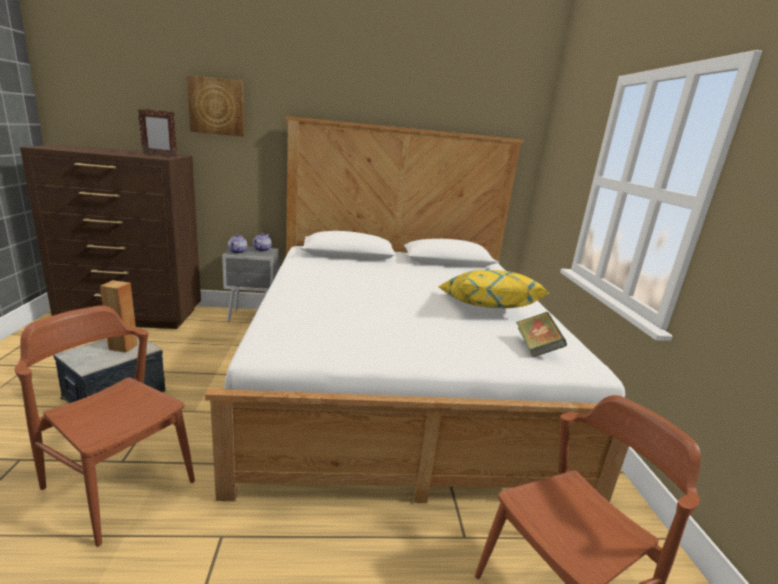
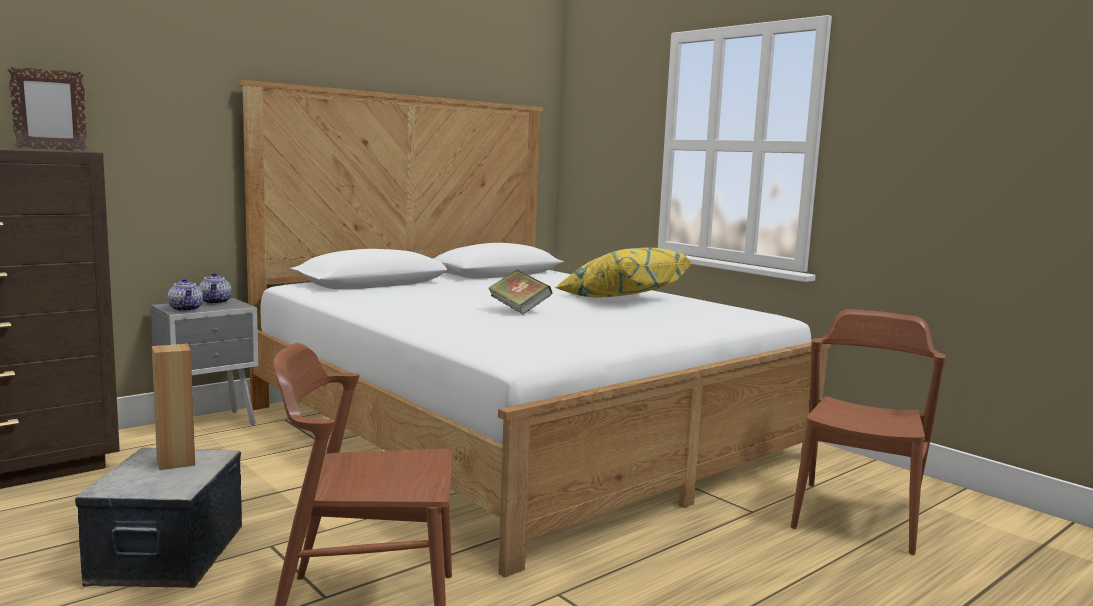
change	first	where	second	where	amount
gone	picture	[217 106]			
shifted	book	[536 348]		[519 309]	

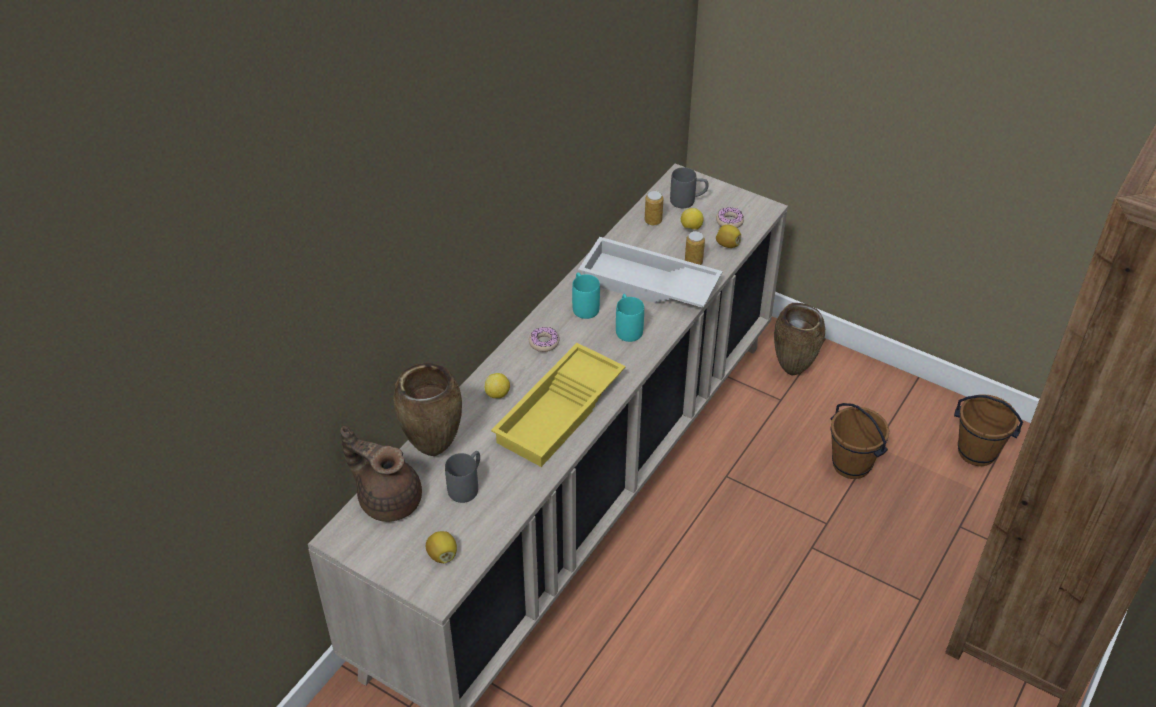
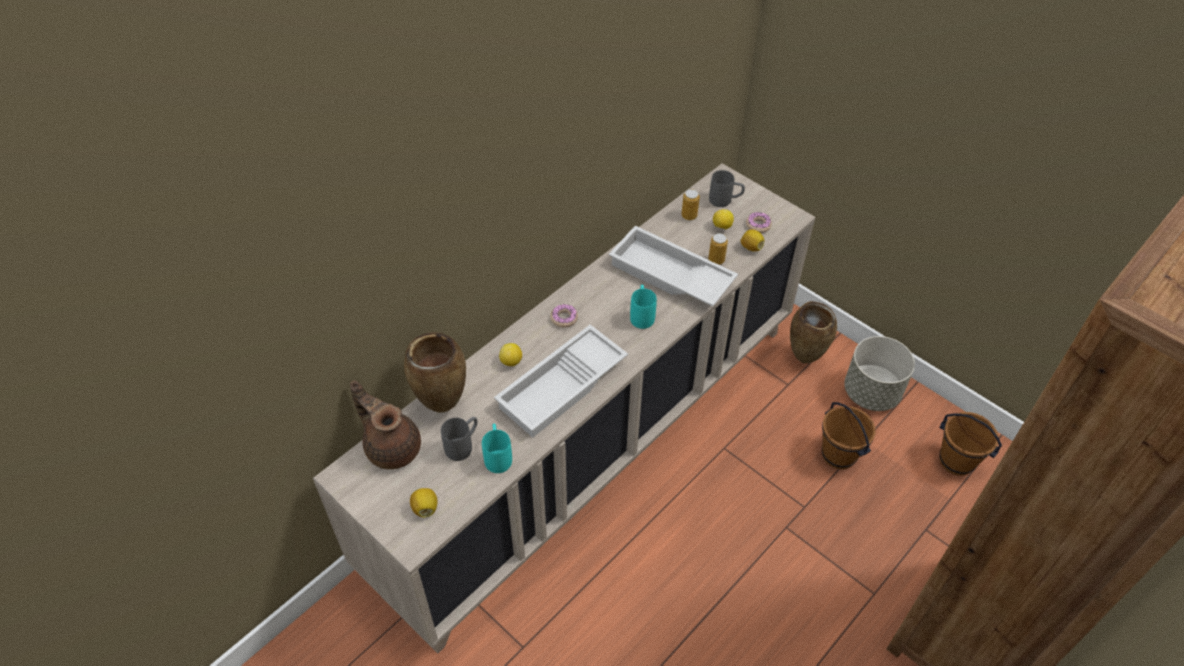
change	first	where	second	where	amount
new			greyish plant pot	[872 393]	
shifted	turquoise coffee mug	[583 305]		[497 456]	
repainted	yellow-coloured tray	[561 413]	whitish tray	[563 388]	

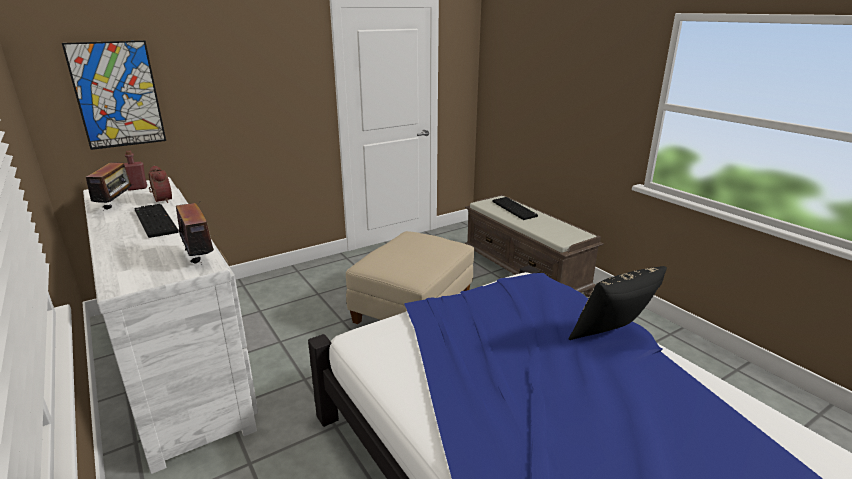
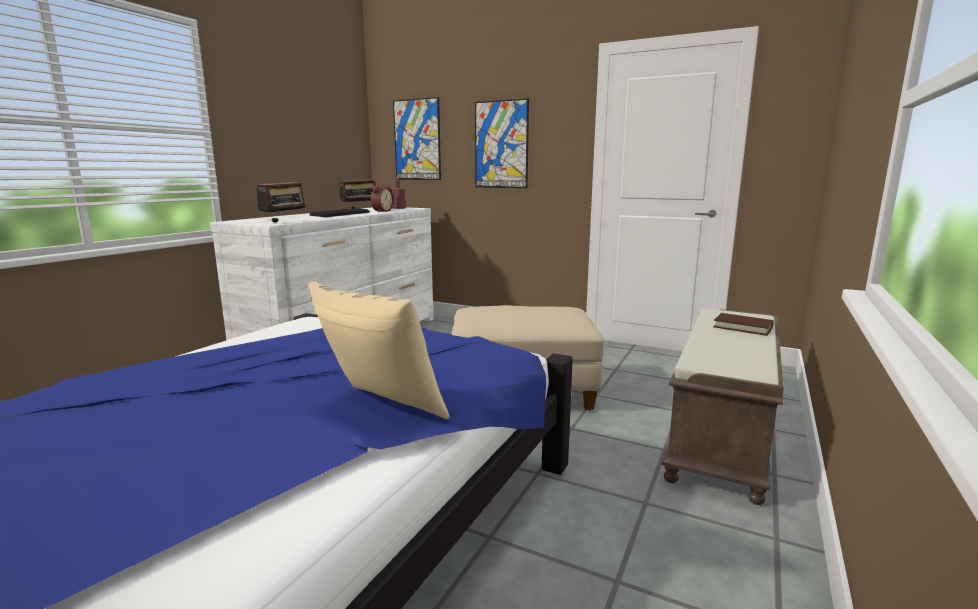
change	first	where	second	where	amount
new			picture	[501 145]	
swapped	PC keyboard	[515 209]	brown book	[743 327]	
repainted	black-coloured throw pillow	[611 338]	sand-coloured throw pillow	[380 411]	

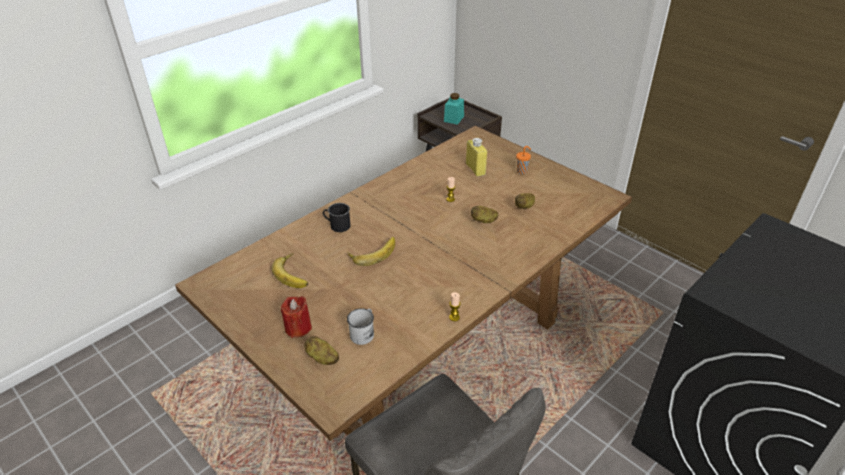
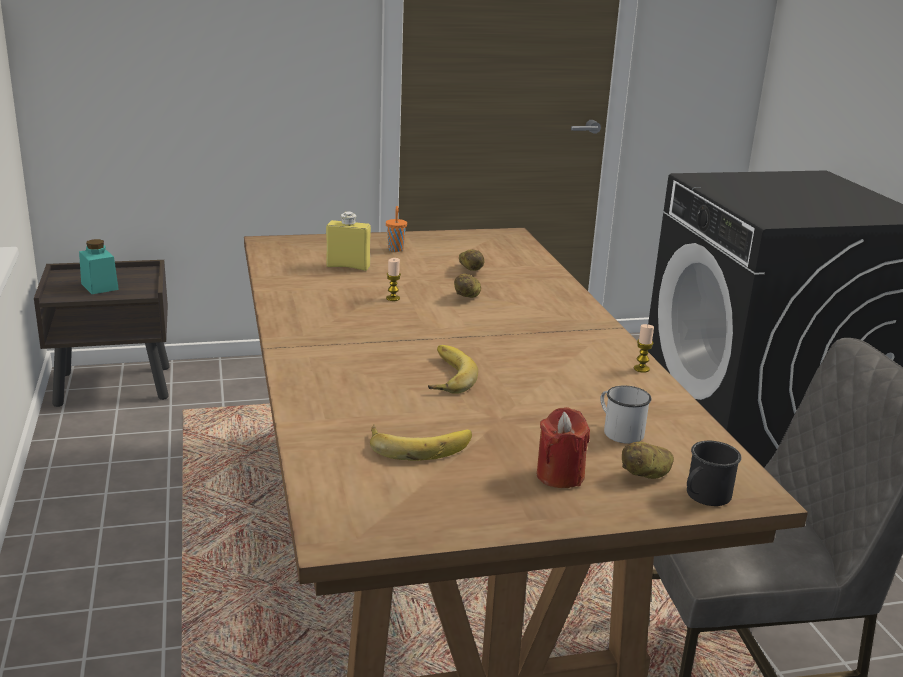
change	first	where	second	where	amount
shifted	black-coloured coffee mug	[337 225]		[704 497]	

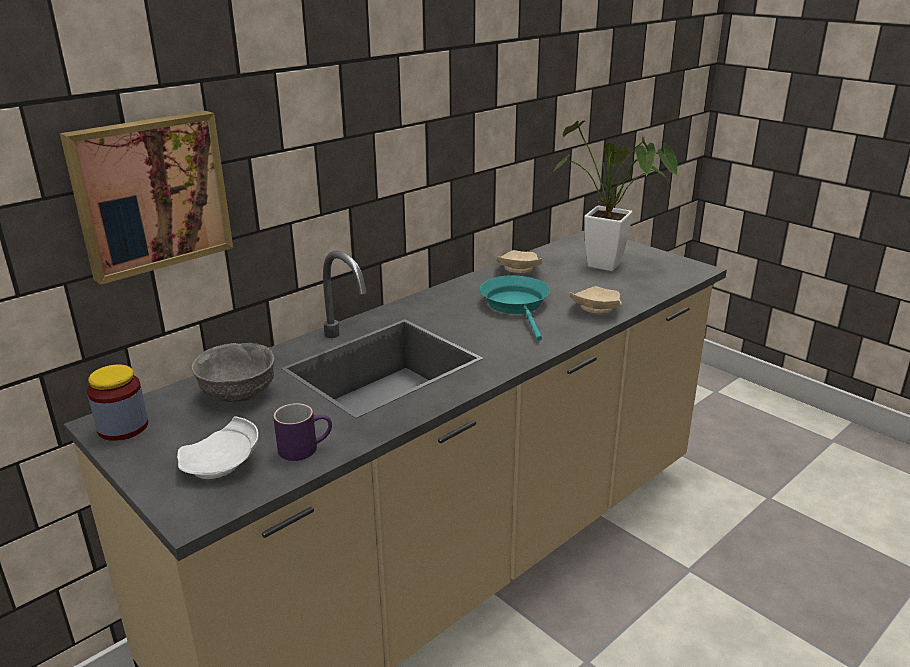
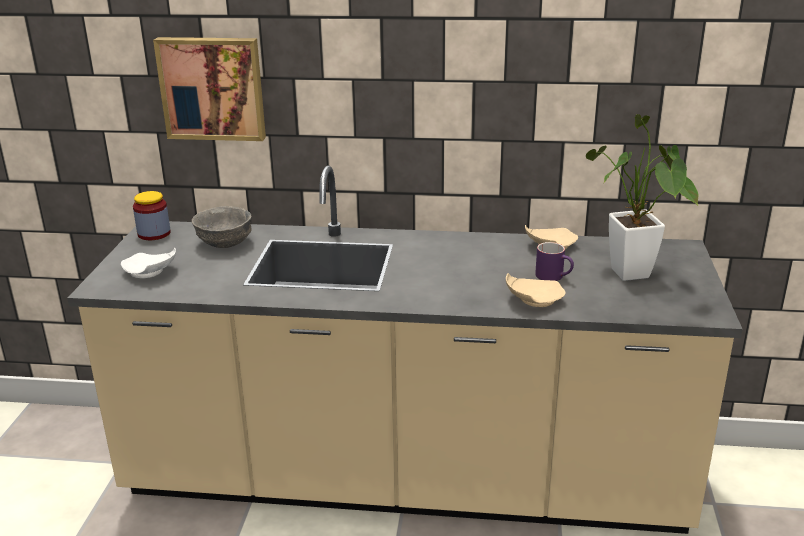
change	first	where	second	where	amount
gone	turquoise skillet	[517 306]			
shifted	purple-coloured coffee mug	[305 448]		[554 276]	

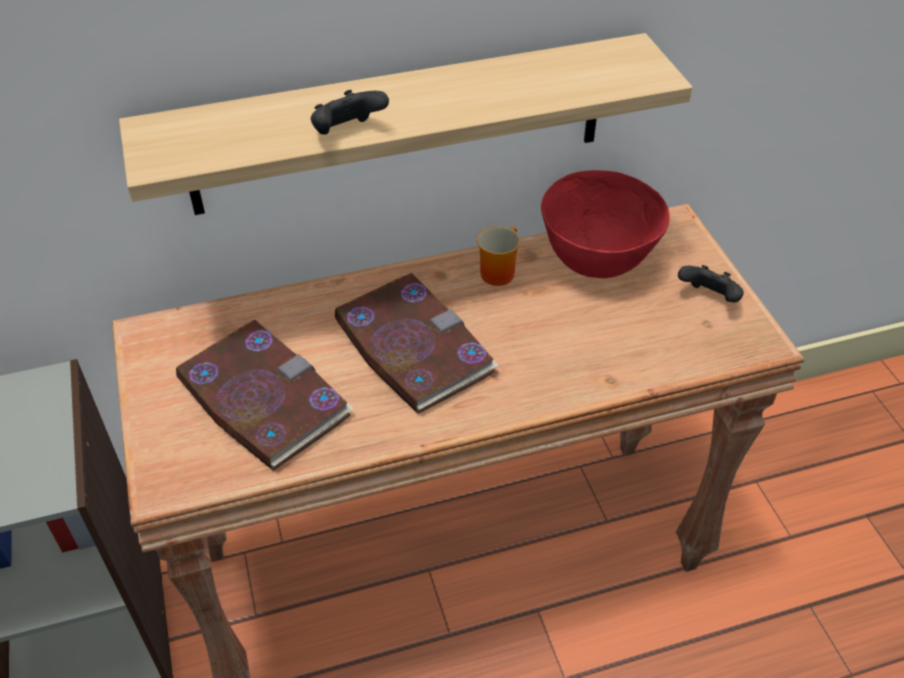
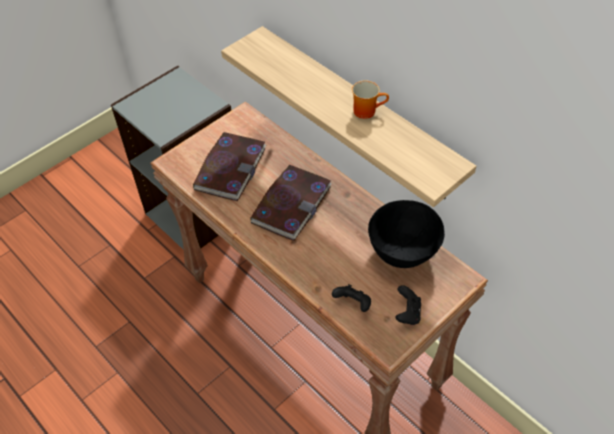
change	first	where	second	where	amount
shifted	black-coloured game controller	[347 133]		[353 304]	
shifted	coffee mug	[497 271]		[367 110]	
repainted	reddish deep dish	[596 262]	black-coloured deep dish	[402 253]	

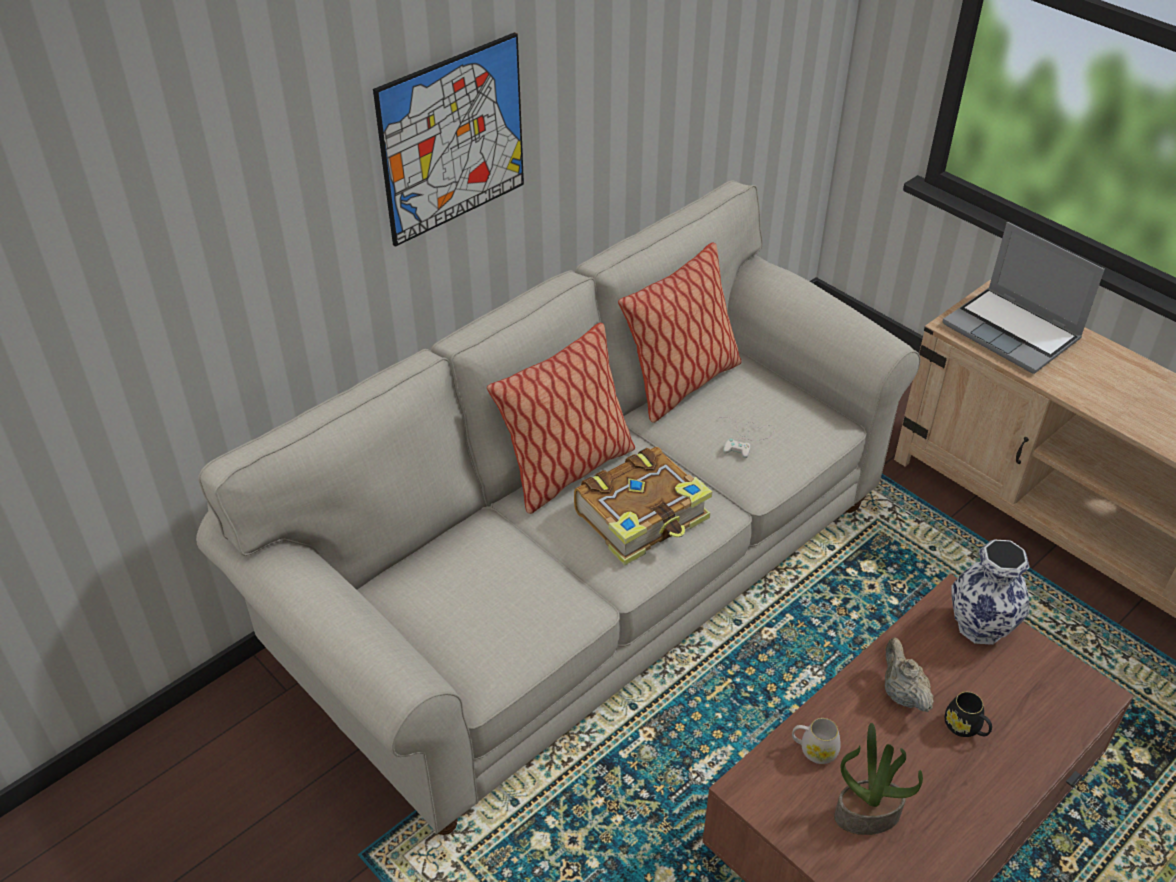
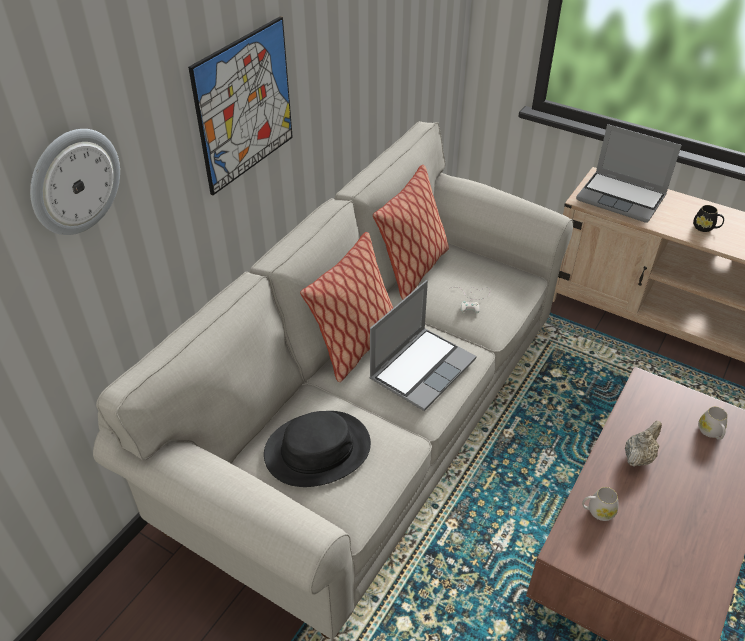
change	first	where	second	where	amount
gone	houseplant	[867 814]			
gone	vase	[982 626]			
new			wall clock	[74 181]	
new			black-coloured hat	[317 449]	
new			whitish coffee mug	[711 433]	
shifted	black-coloured coffee mug	[965 728]		[705 228]	
swapped	book	[643 517]	laptop	[422 368]	
rotated	sand-coloured teapot	[902 693]		[638 457]	75 degrees clockwise

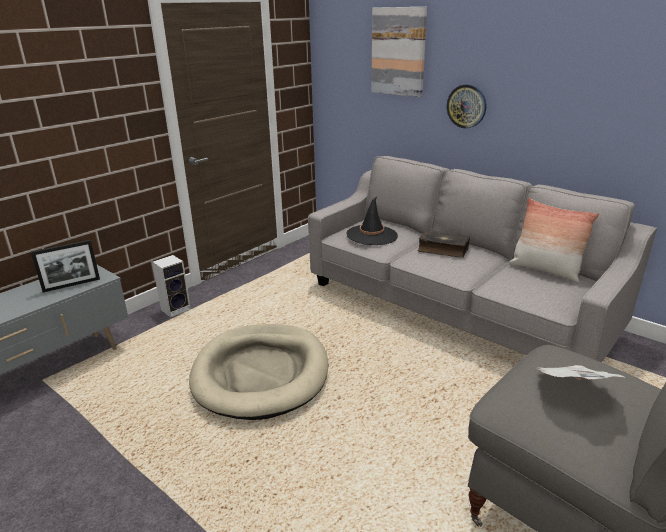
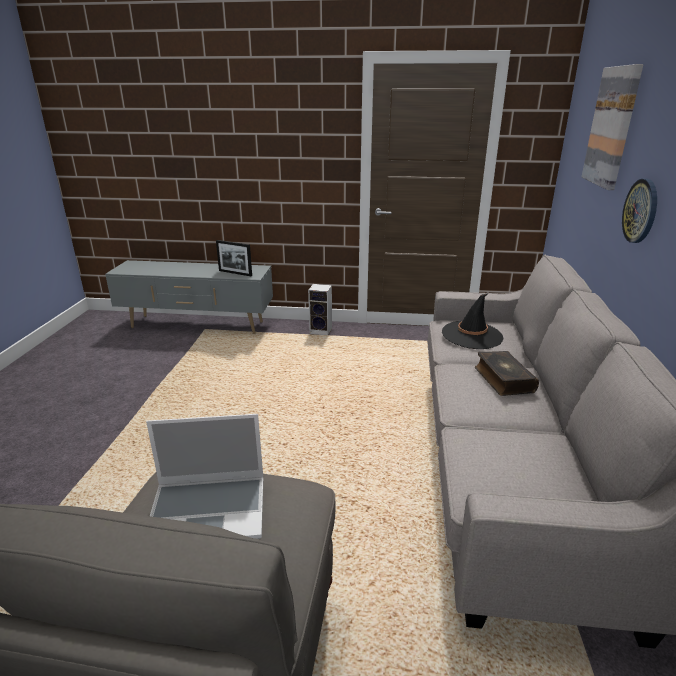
change	first	where	second	where	amount
gone	sand-coloured dog bed	[261 374]			
gone	throw pillow	[545 270]			
swapped	newspaper	[574 389]	laptop	[210 510]	

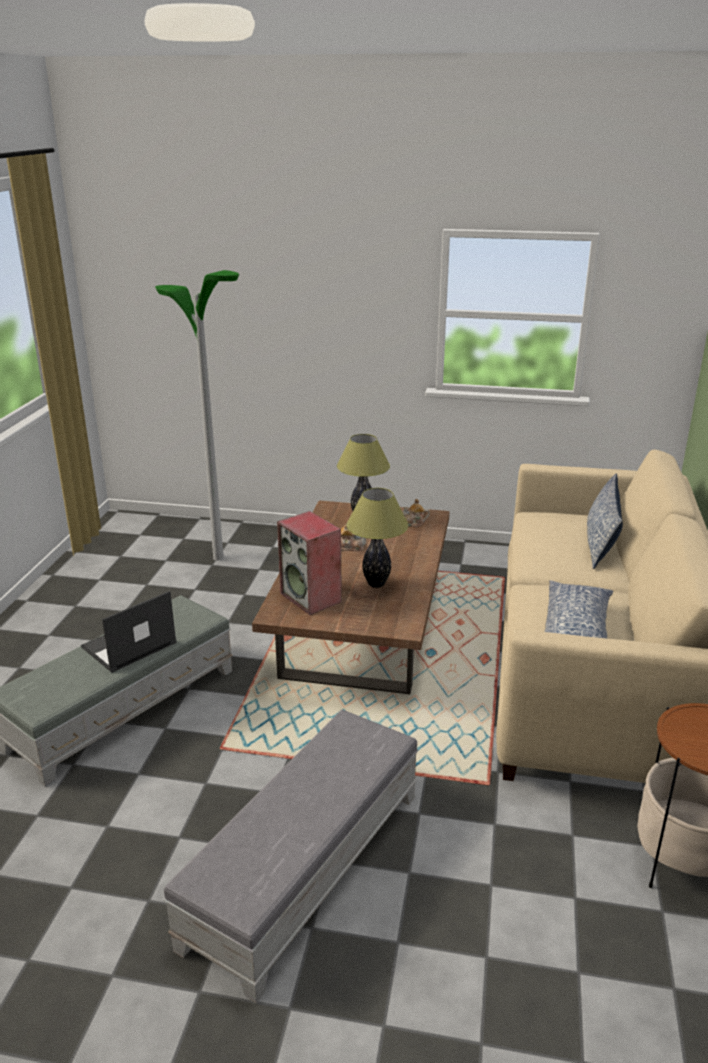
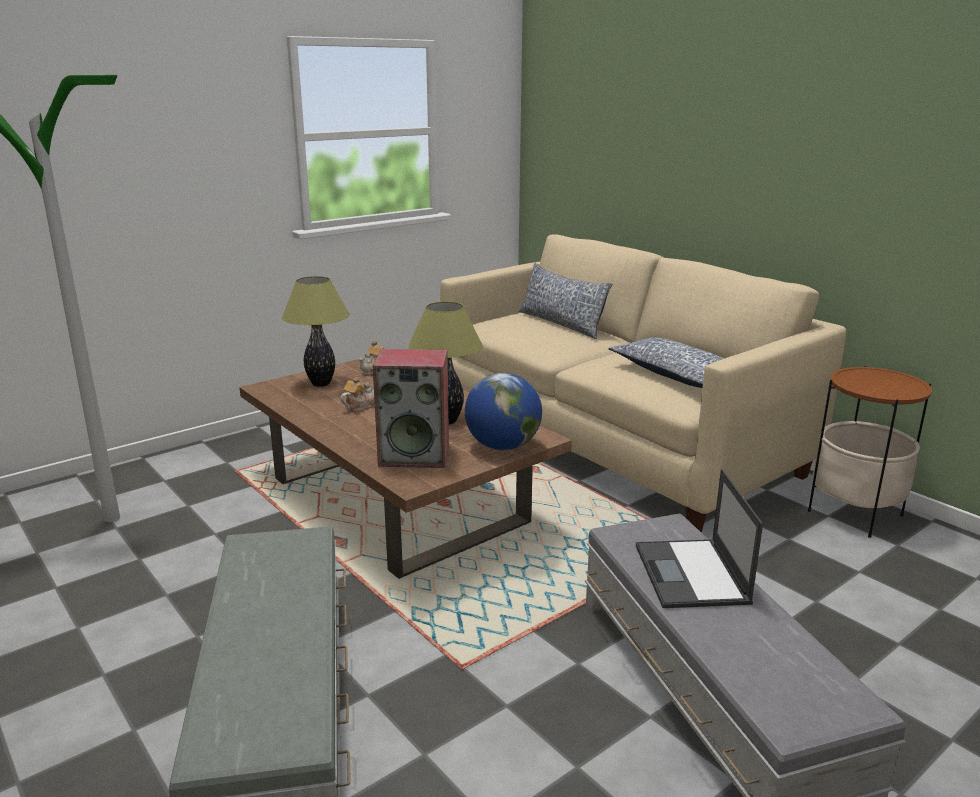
change	first	where	second	where	amount
new			world globe	[503 446]	
shifted	laptop	[128 646]		[692 575]	

